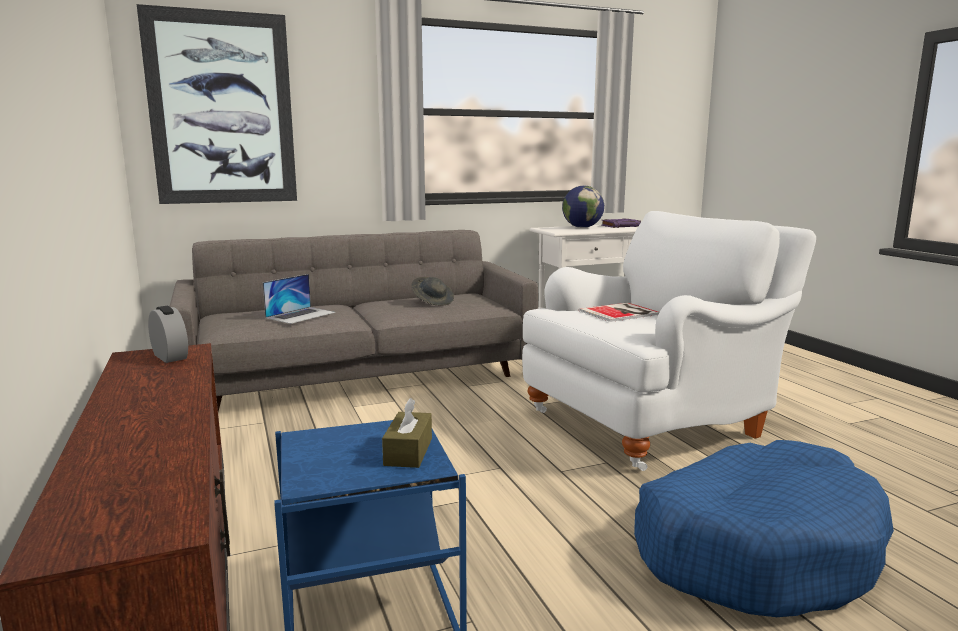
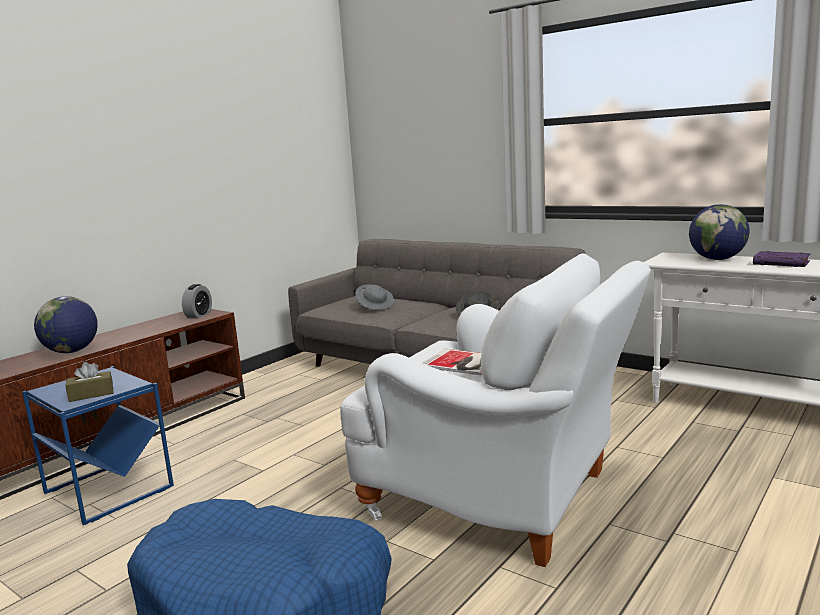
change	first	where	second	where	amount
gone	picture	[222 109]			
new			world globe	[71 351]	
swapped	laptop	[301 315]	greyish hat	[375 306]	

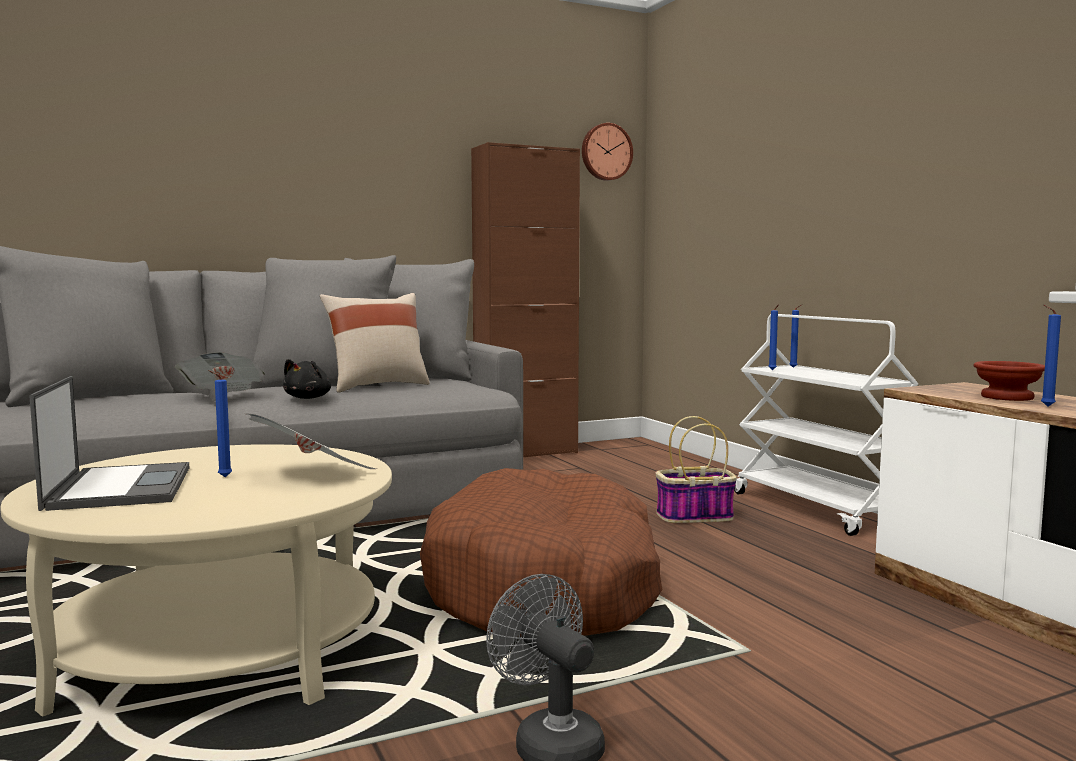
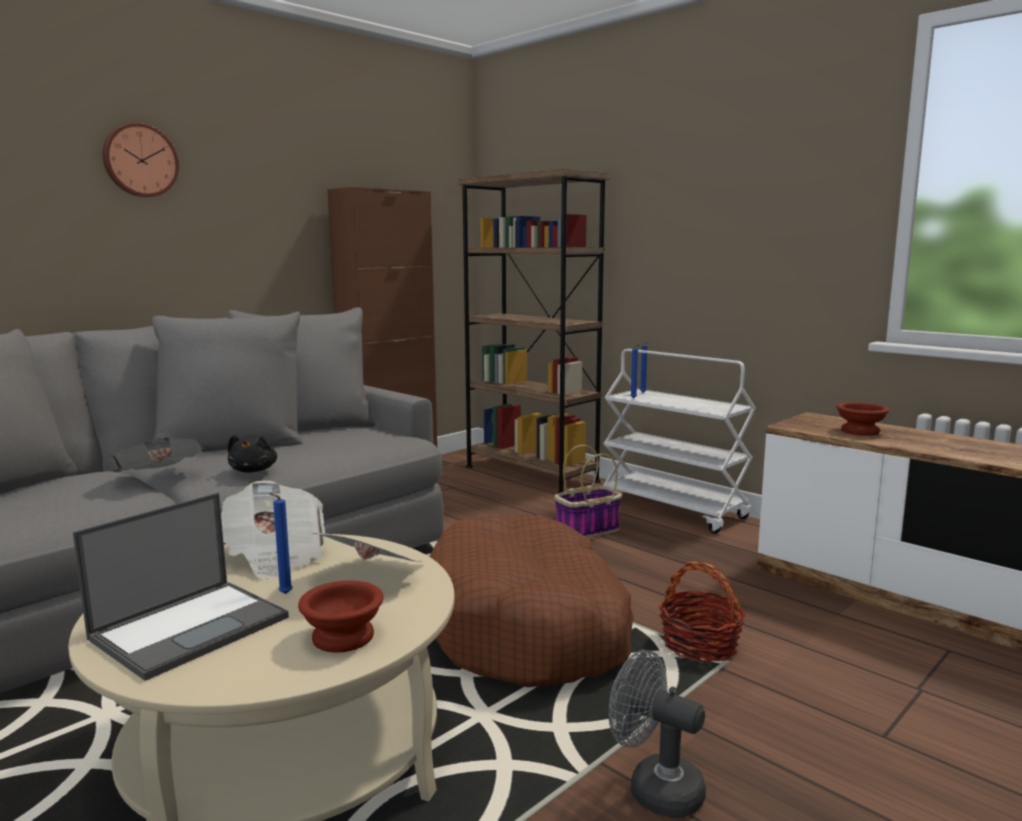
change	first	where	second	where	amount
gone	sand-coloured throw pillow	[377 386]			
gone	blue wax light	[1045 406]			
new			newspaper	[275 556]	
new			brown deep dish	[345 636]	
new			brown shelving unit	[530 474]	
new			storage basket	[700 645]	
shifted	wall clock	[606 152]		[140 161]	
rotated	laptop	[120 487]		[192 627]	75 degrees clockwise

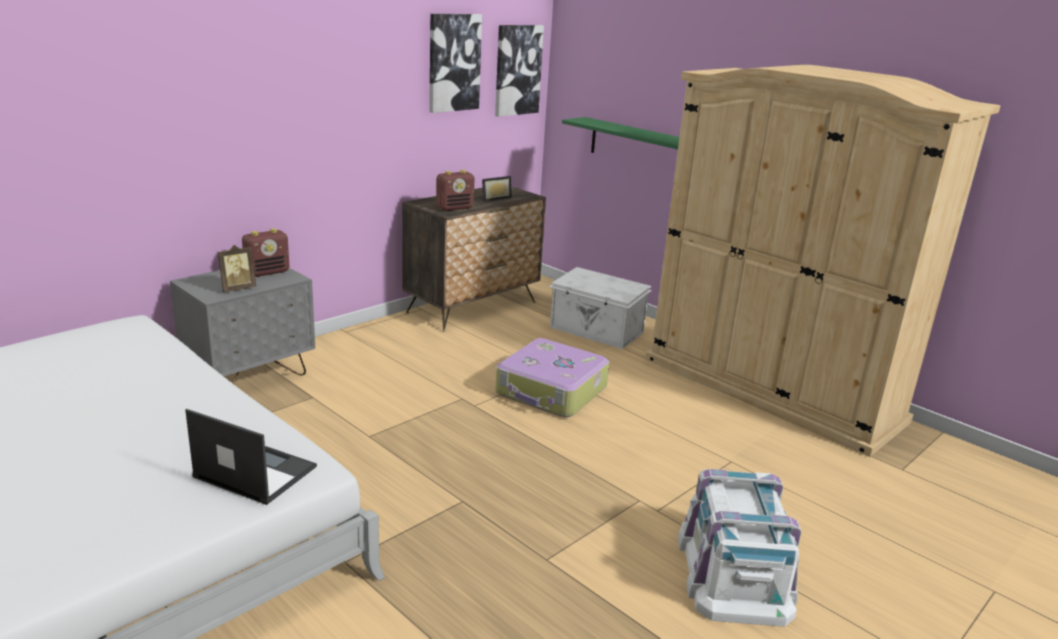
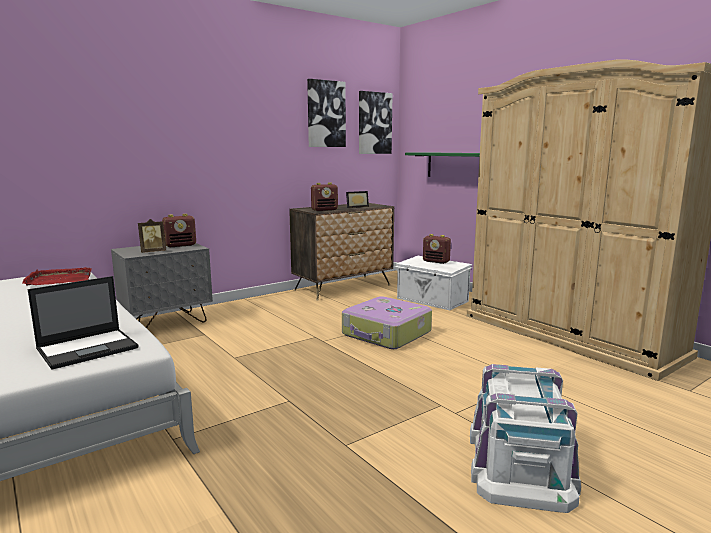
change	first	where	second	where	amount
new			reddish tray	[59 279]	
new			radio	[436 261]	
rotated	laptop	[254 472]		[89 348]	105 degrees clockwise

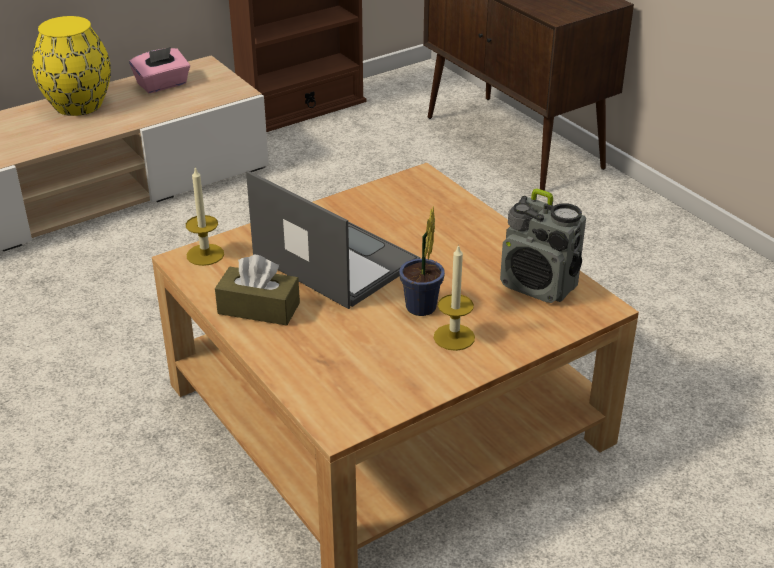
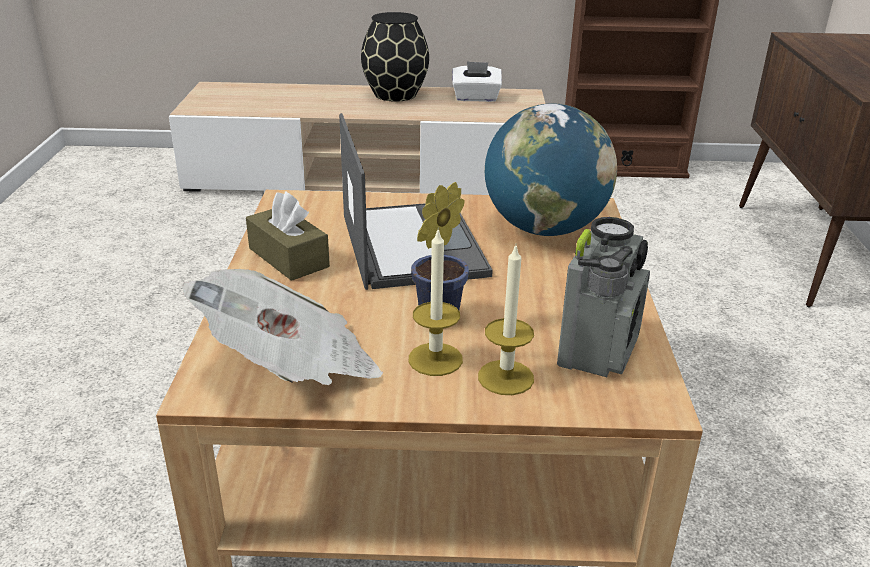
change	first	where	second	where	amount
new			newspaper	[292 367]	
new			world globe	[544 229]	
shifted	wax light	[205 254]		[505 377]	
repainted	yellow-coloured vase	[79 105]	black-coloured vase	[395 95]	
repainted	pink box of tissues	[162 85]	whitish box of tissues	[476 98]	
rotated	radio	[539 286]		[599 349]	135 degrees counterclockwise

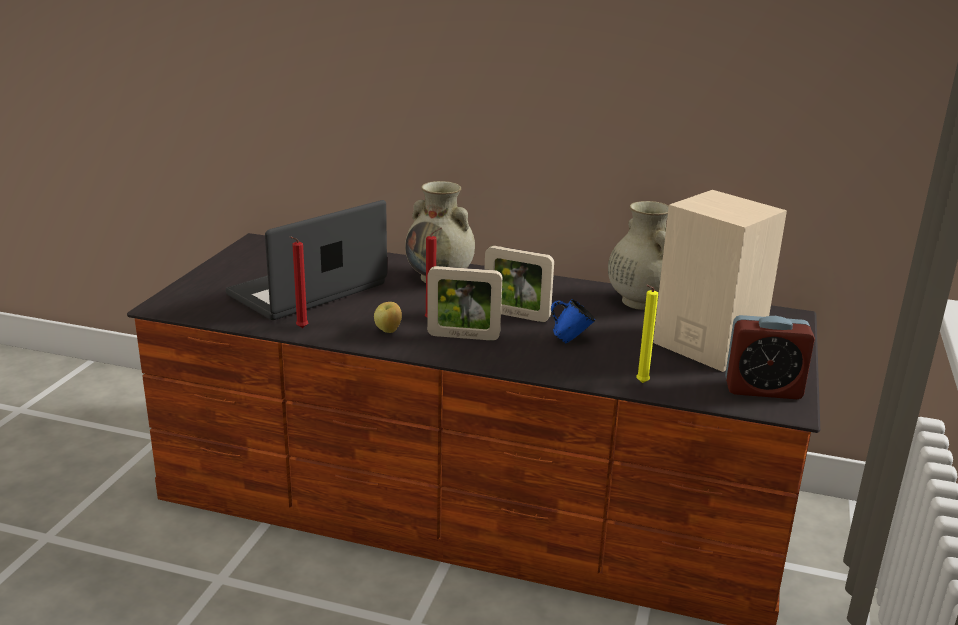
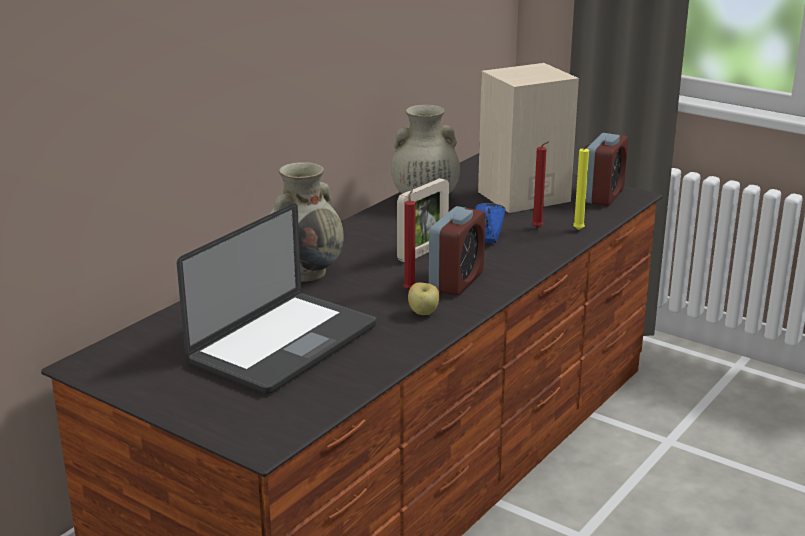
change	first	where	second	where	amount
shifted	reddish wax light	[300 328]		[538 228]	
swapped	photo frame	[463 336]	alarm clock	[456 281]	
rotated	laptop	[307 290]		[284 345]	120 degrees counterclockwise

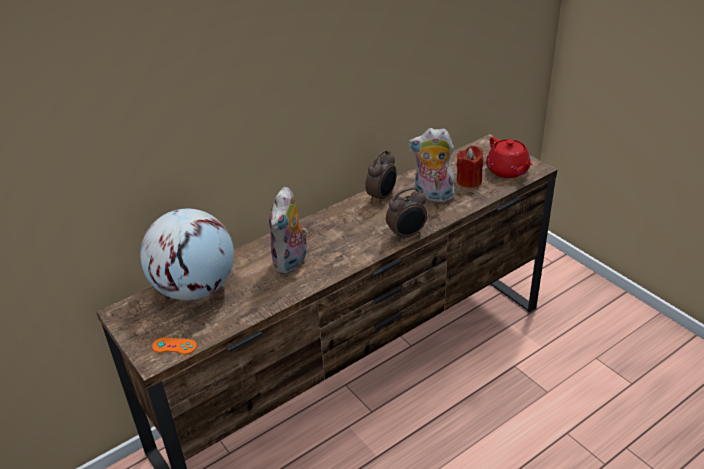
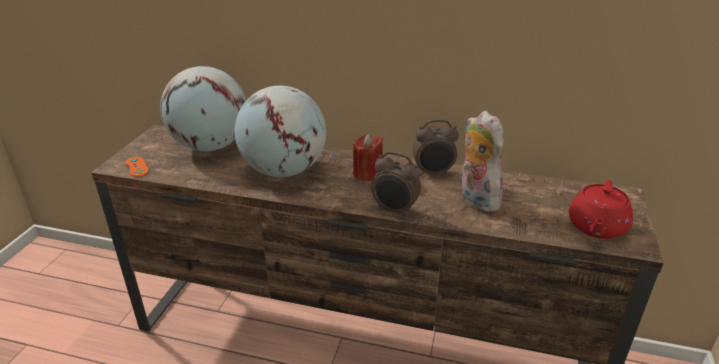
change	first	where	second	where	amount
shifted	reddish wax light	[469 181]		[367 174]	
swapped	plush toy	[291 263]	world globe	[284 170]	

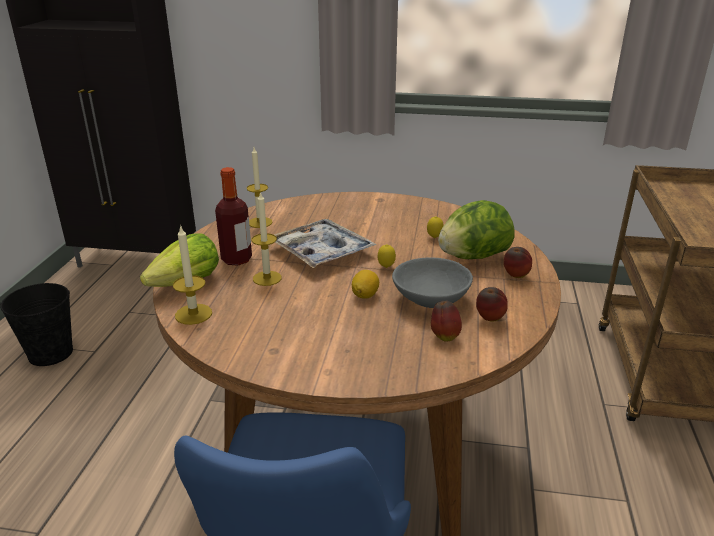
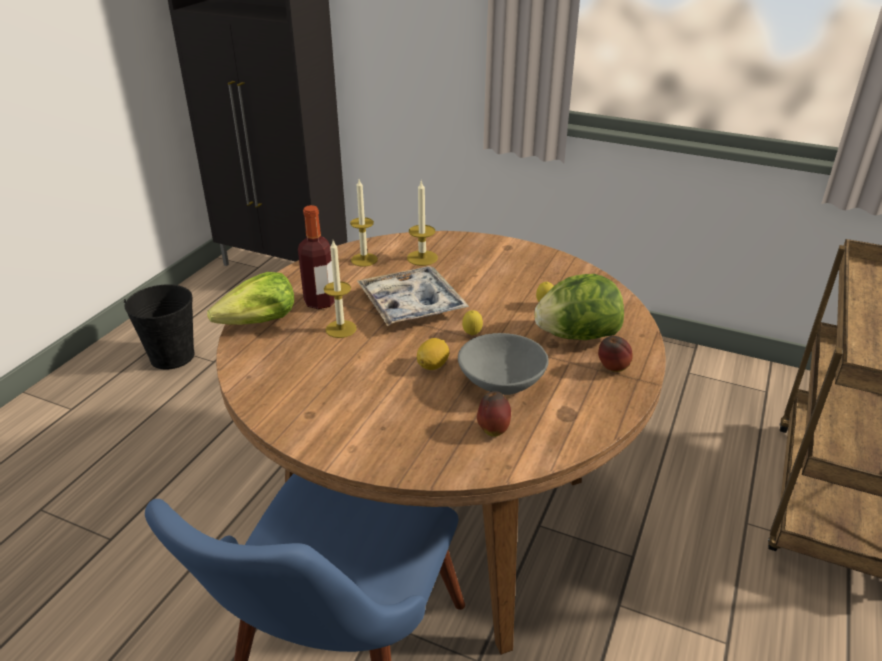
change	first	where	second	where	amount
gone	apple fruit	[489 320]			
shifted	wax light	[193 314]		[422 258]	

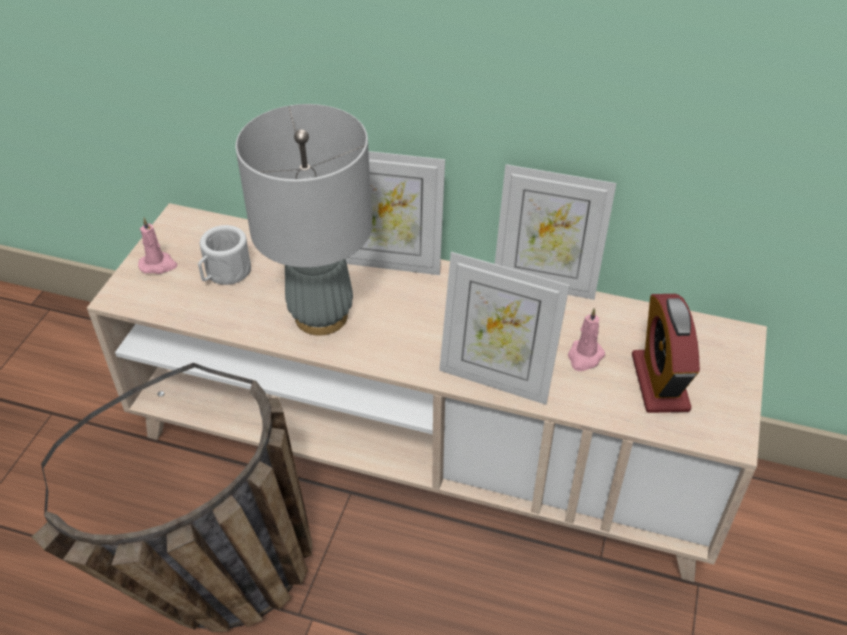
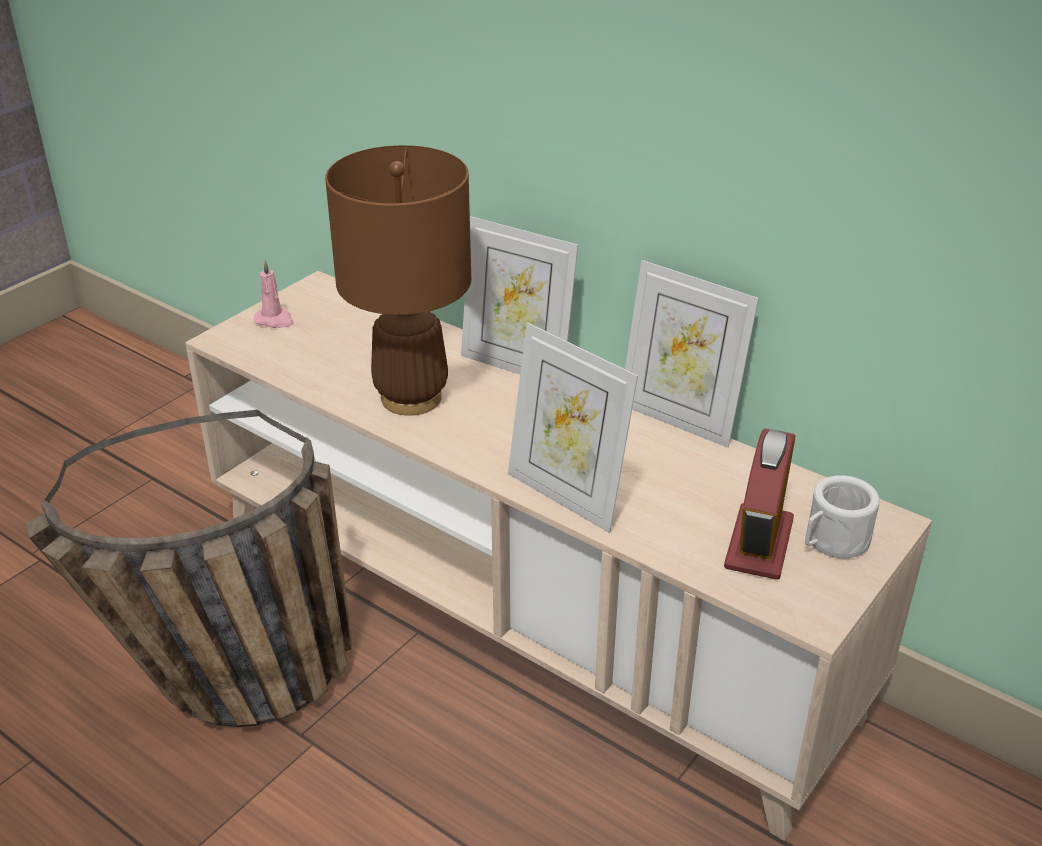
change	first	where	second	where	amount
gone	pink wax light	[584 357]			
shifted	whitish coffee mug	[224 273]		[832 542]	
repainted	greyish table lamp	[321 315]	brown table lamp	[411 397]	

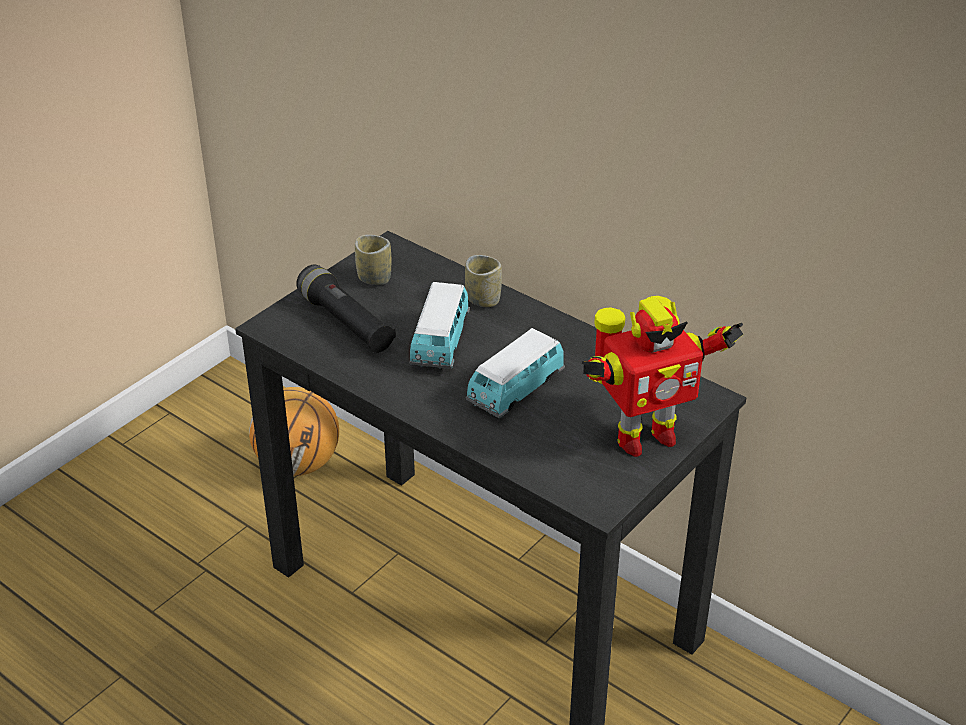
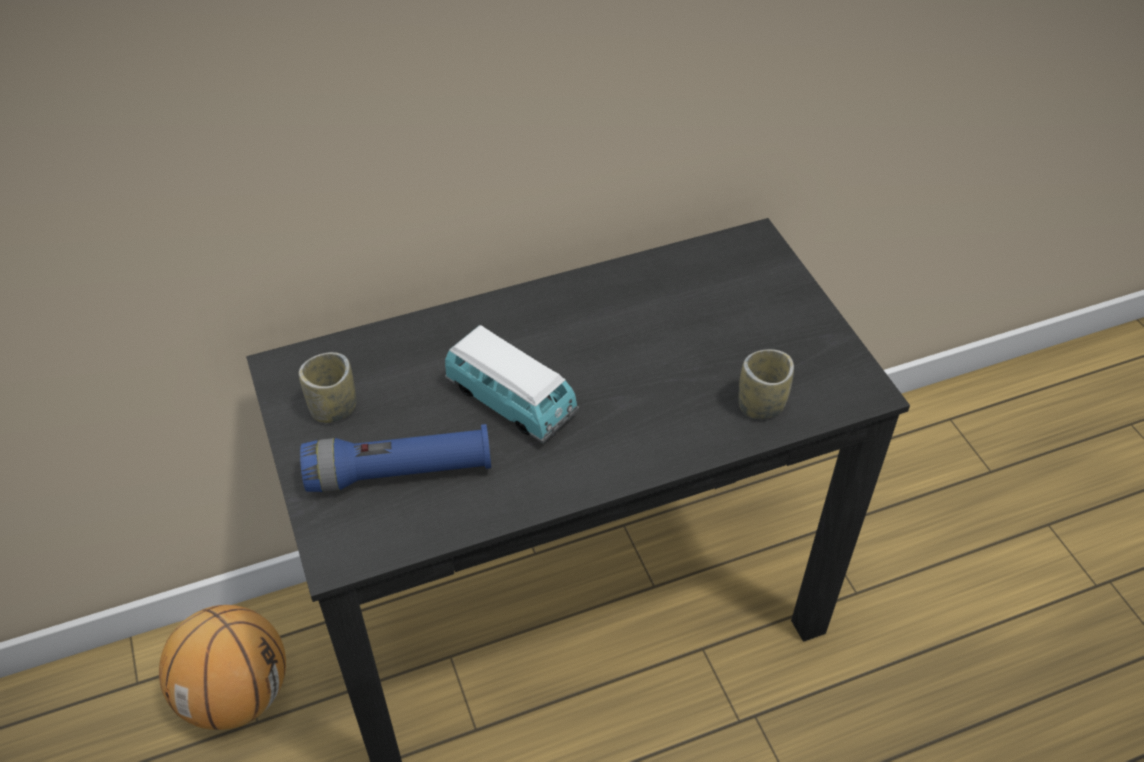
change	first	where	second	where	amount
gone	miniature car	[515 390]			
gone	model robot	[642 437]			
shifted	cup	[483 299]		[761 405]	
repainted	black-coloured hand torch	[346 322]	blue hand torch	[400 472]	

